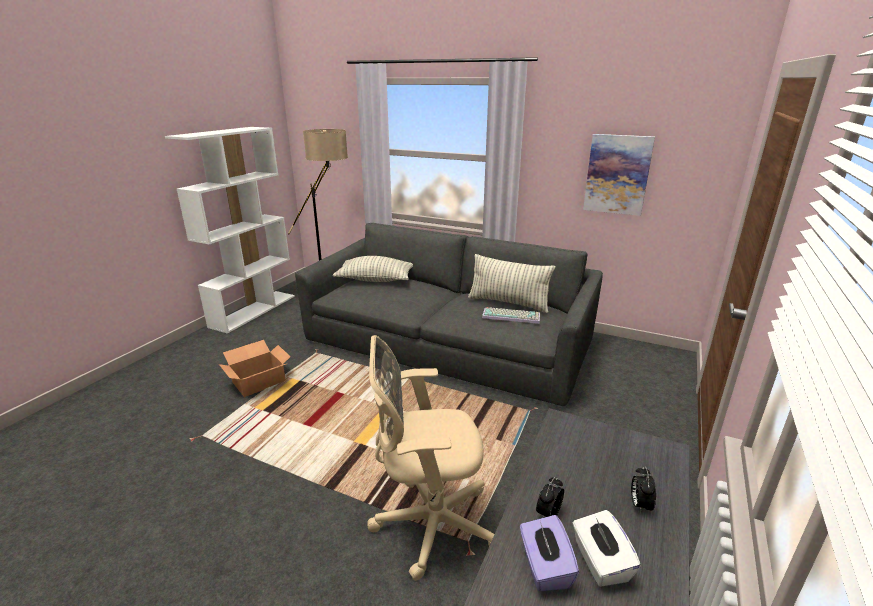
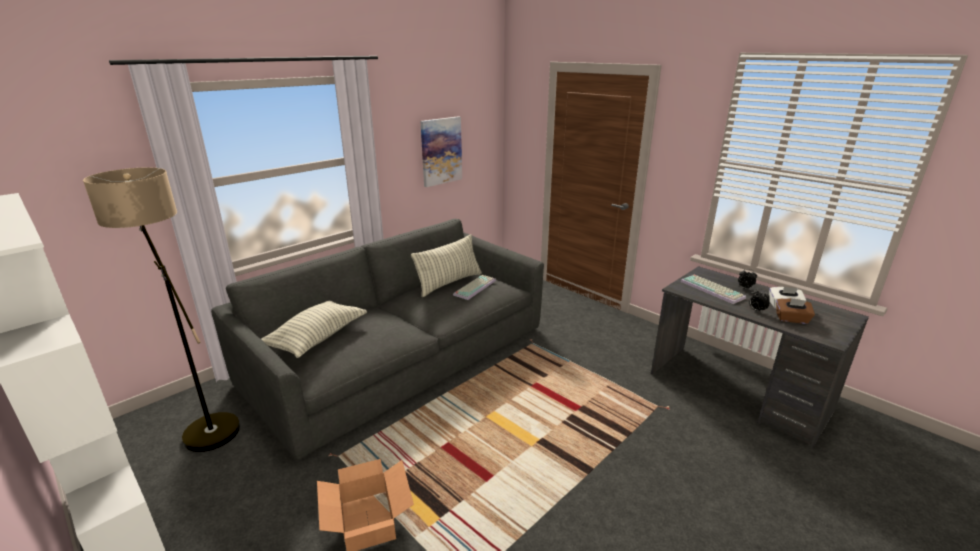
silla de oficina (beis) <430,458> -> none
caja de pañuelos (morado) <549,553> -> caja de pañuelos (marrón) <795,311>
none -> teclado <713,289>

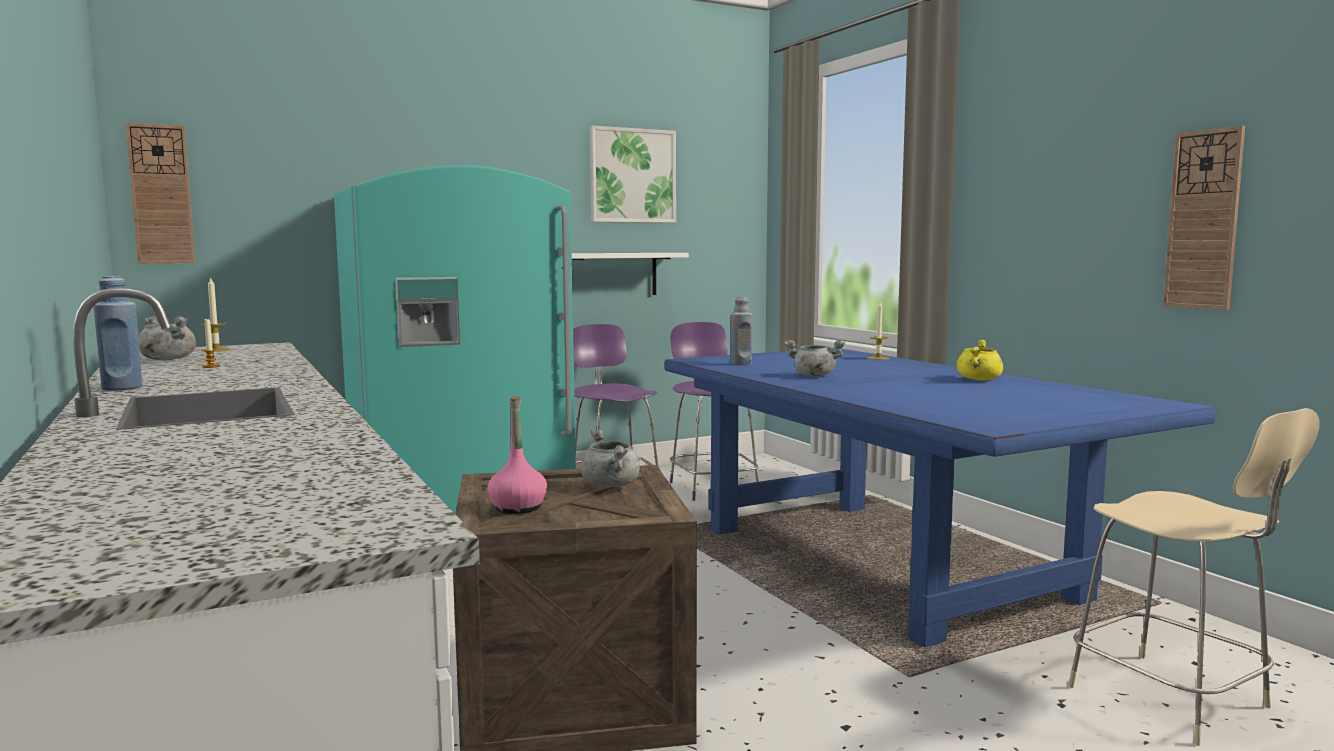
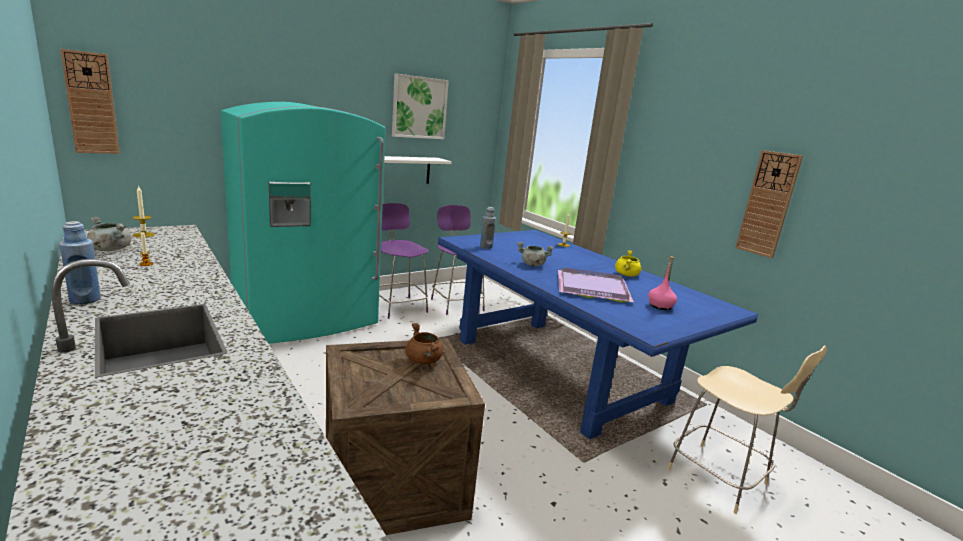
botella (rosa) <517,455> -> botella (rosa) <662,283>, moved
olla (gris) <610,458> -> olla (marrón) <424,343>
none -> bandeja (morado) <596,285>

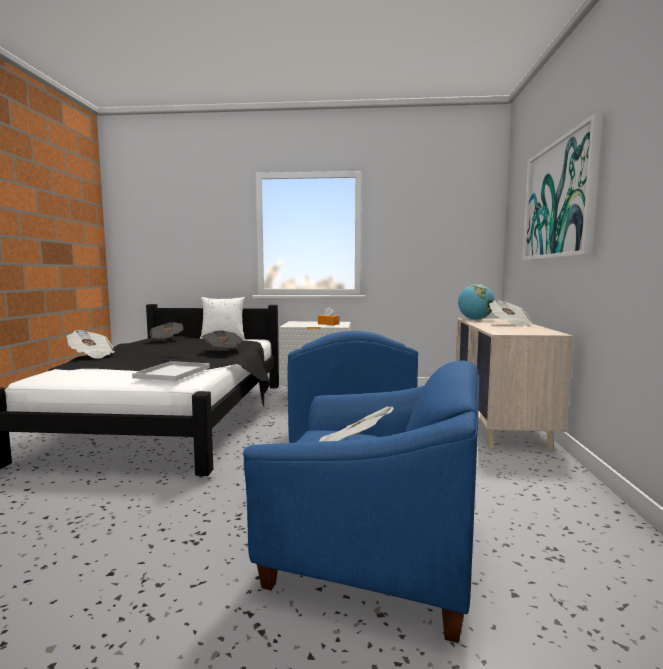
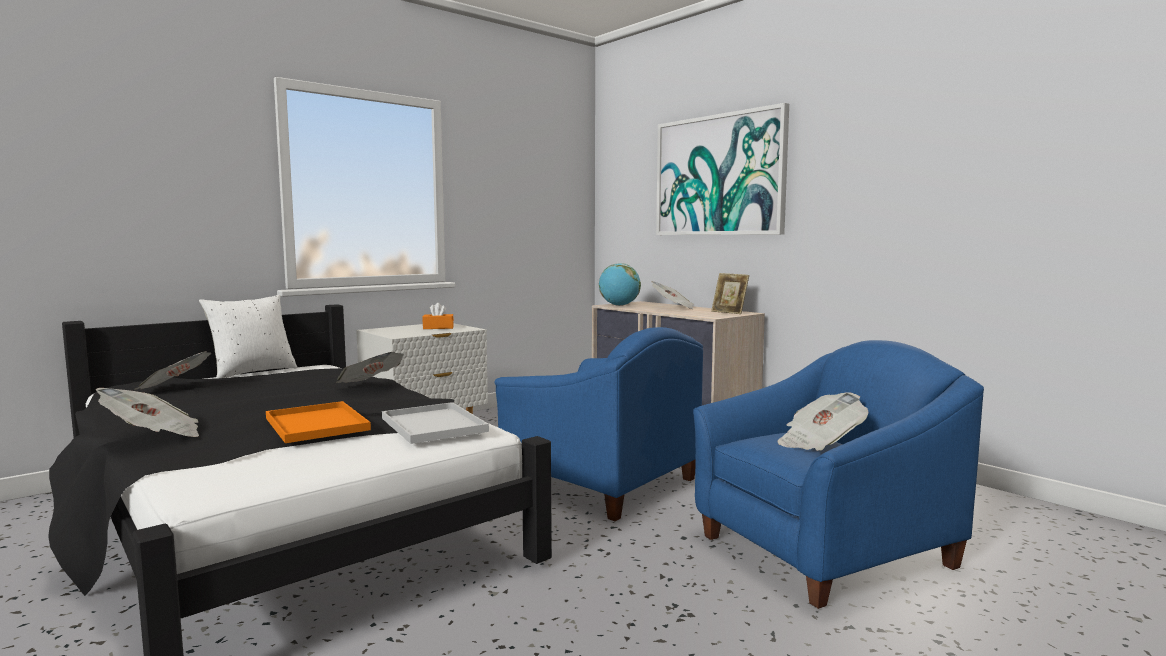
none -> portarretratos <730,293>
none -> bandeja (naranja) <318,422>

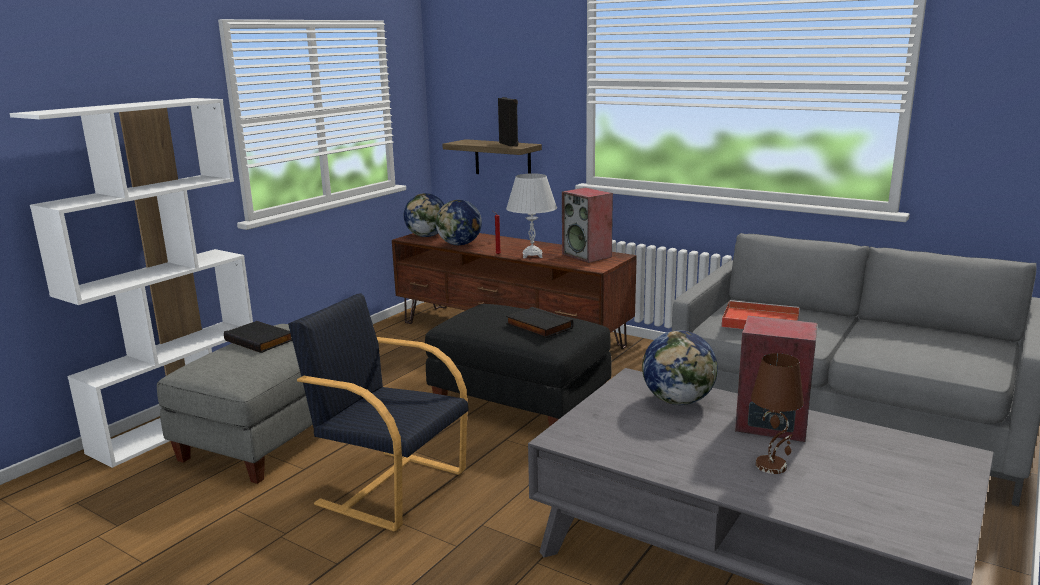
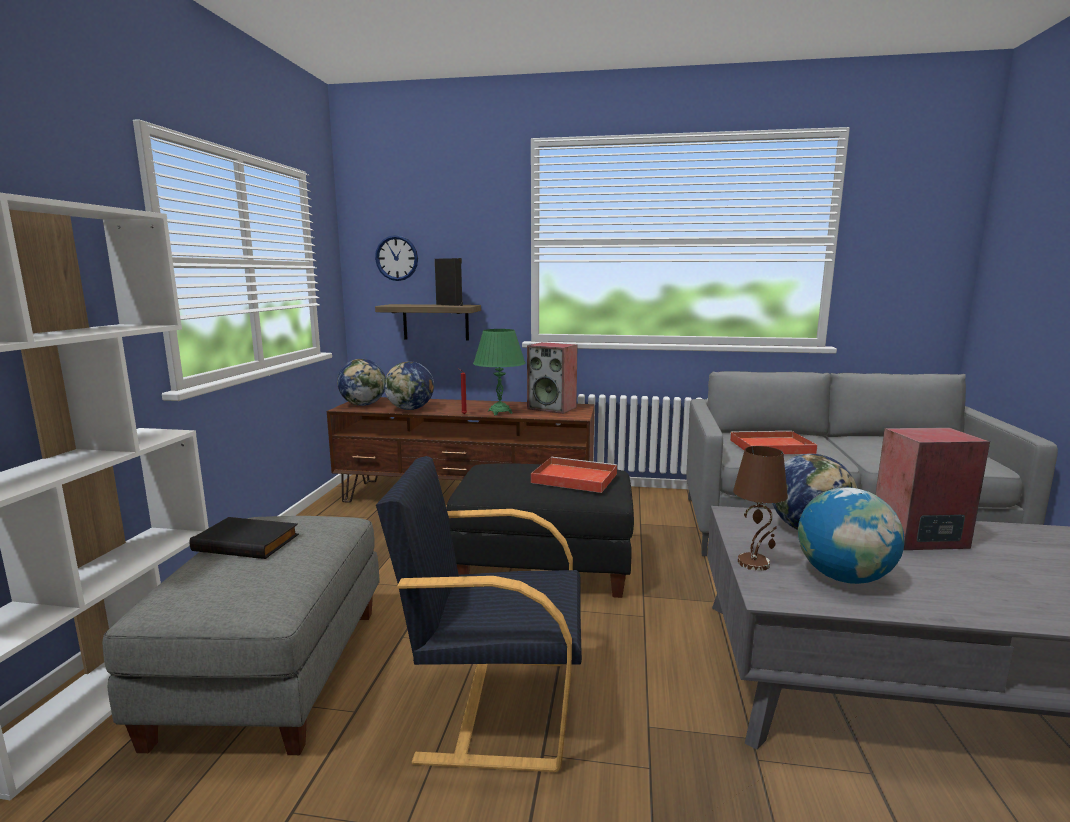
lámpara de mesa (blanco) <531,215> -> lámpara de mesa (verde) <499,372>
libro (negro) <539,322> -> bandeja (rojo) <574,475>
lámpara de mesa (marrón) <777,413> -> lámpara de mesa (marrón) <760,508>, moved
none -> reloj de pared <396,258>
none -> globo terráqueo <851,535>

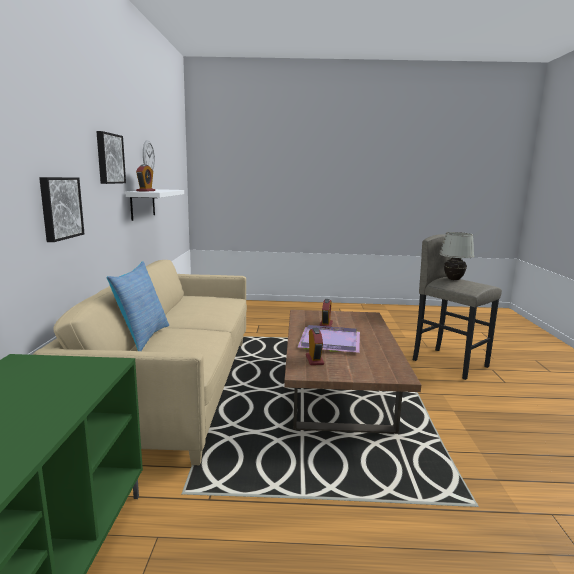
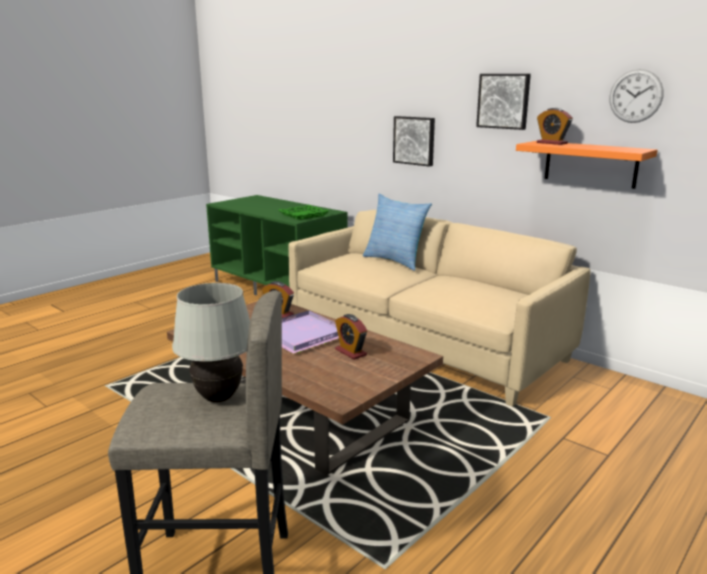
estante (blanco) <155,205> -> estante (naranja) <586,165>
none -> bandeja (verde) <304,212>

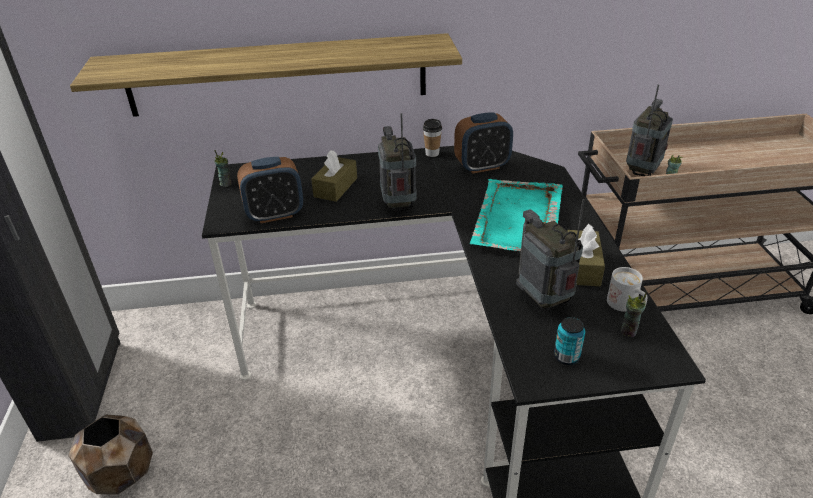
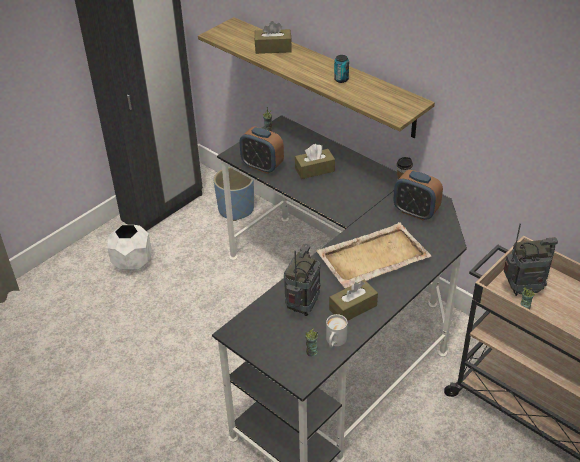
radio <397,162> -> none
bandeja (turquesa) <516,215> -> bandeja (beis) <373,255>
lata <569,341> -> lata <341,69>, moved
maceta (marrón) <111,455> -> maceta (blanco) <129,247>
none -> caja de pañuelos (marrón) <273,37>
none -> maceta (azul) <234,194>

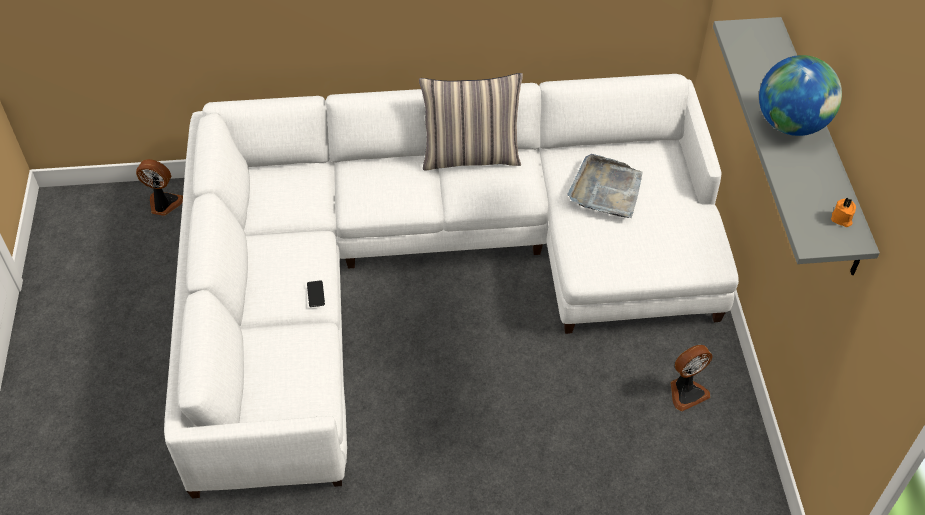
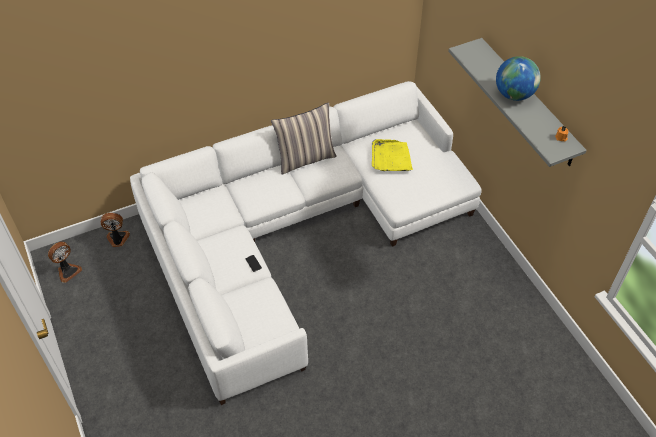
bandeja (gris) <605,186> -> bandeja (amarillo) <392,155>
ventilador <691,378> -> ventilador <65,262>, moved

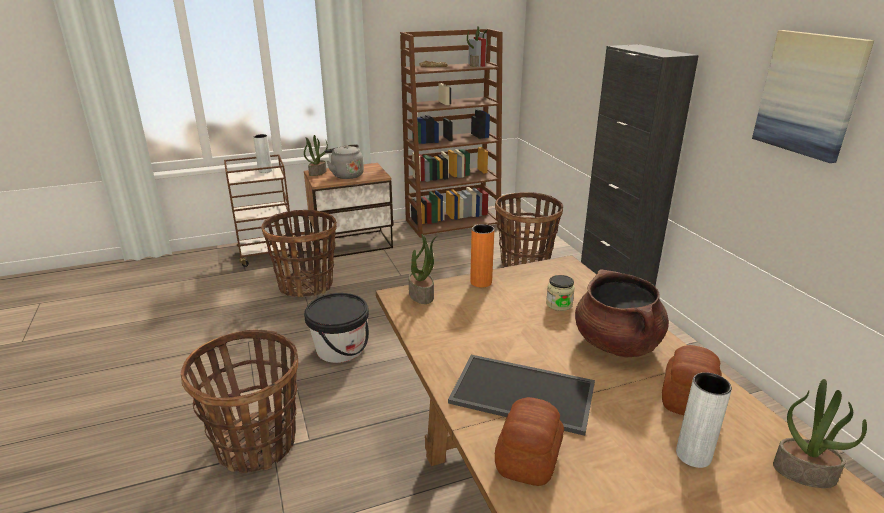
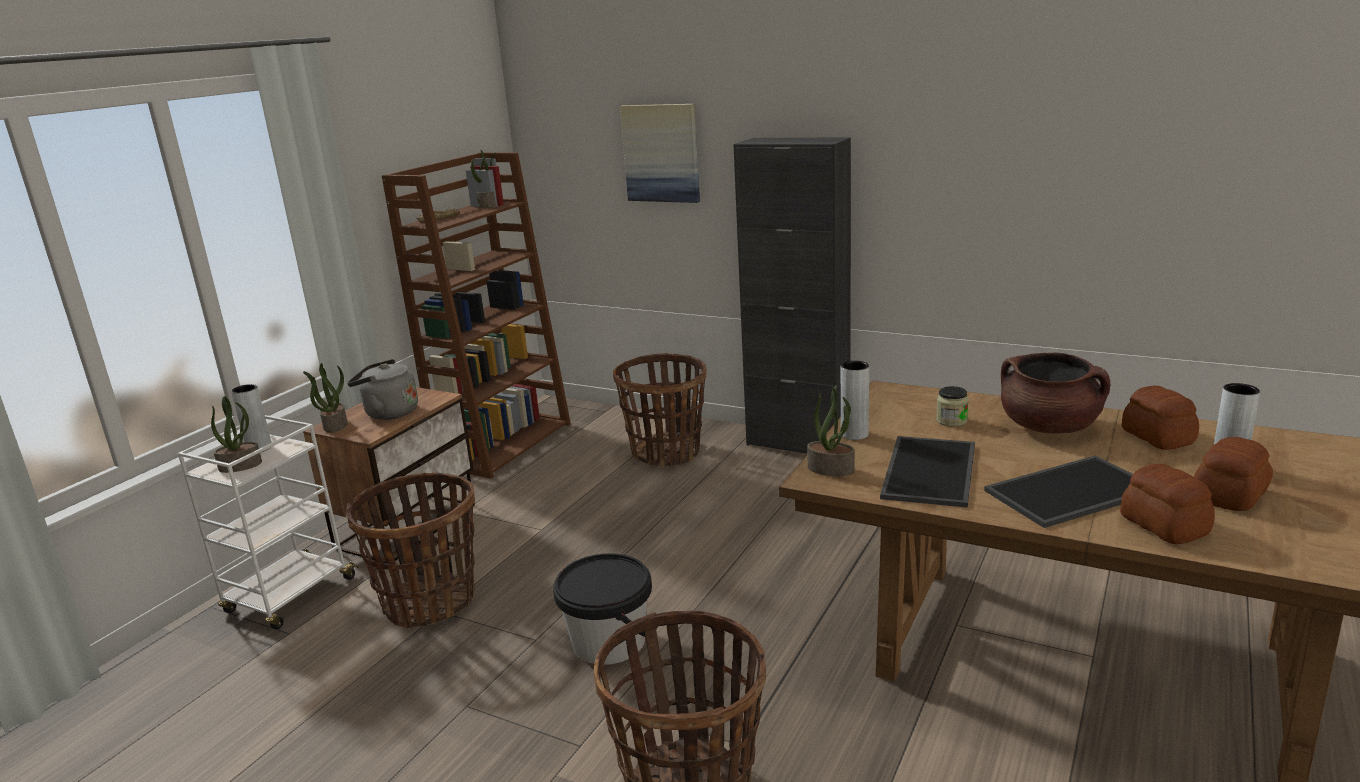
cuadro <813,96> -> cuadro <660,153>, moved
carrito (marrón) <261,210> -> carrito (blanco) <268,522>
florero (naranja) <482,256> -> florero (gris) <855,400>
planta en maceta <820,433> -> planta en maceta <236,434>, moved
none -> bandeja <927,472>
none -> pan <1233,474>

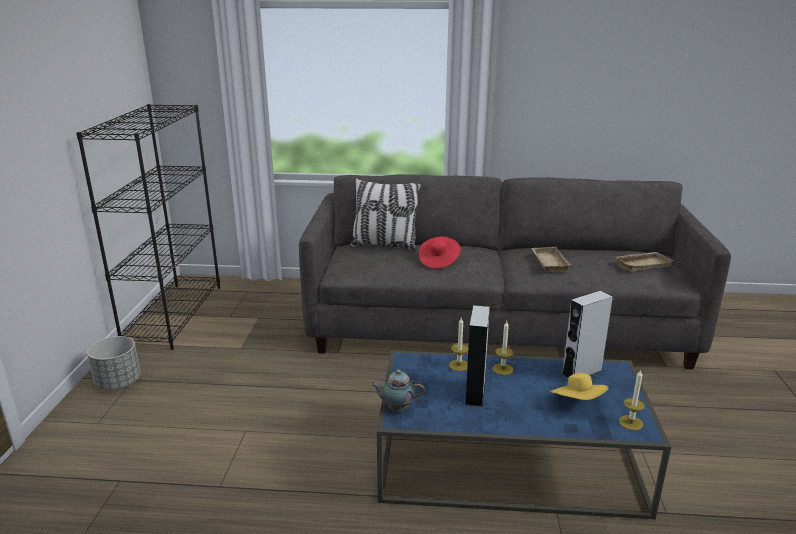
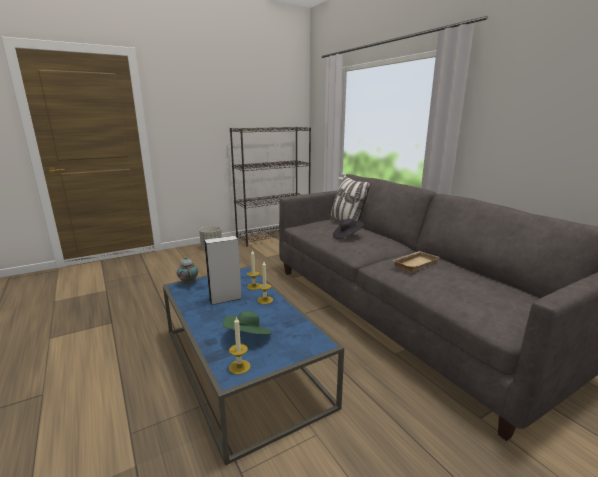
sombrero (rojo) <440,252> -> sombrero (negro) <348,229>
bandeja (beis) <645,262> -> none
altavoz (gris) <587,334> -> none
sombrero (amarillo) <579,386> -> sombrero (verde) <247,322>

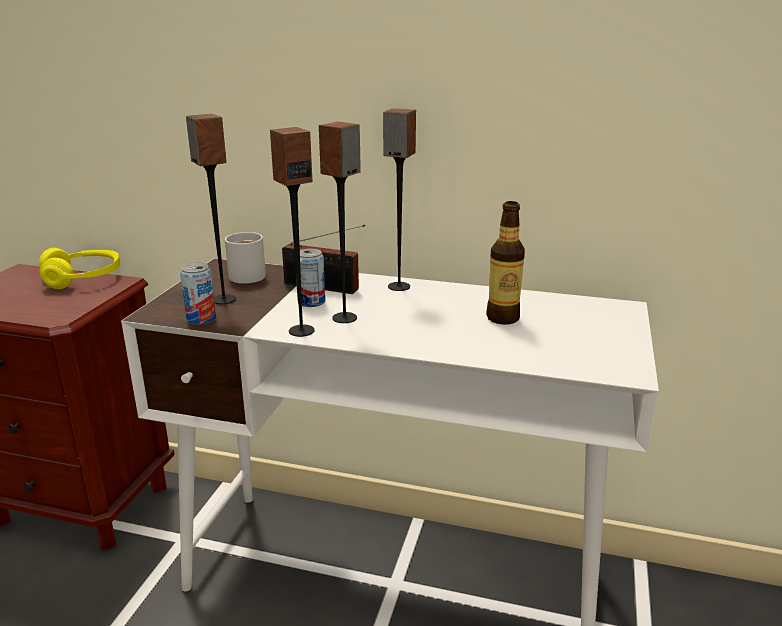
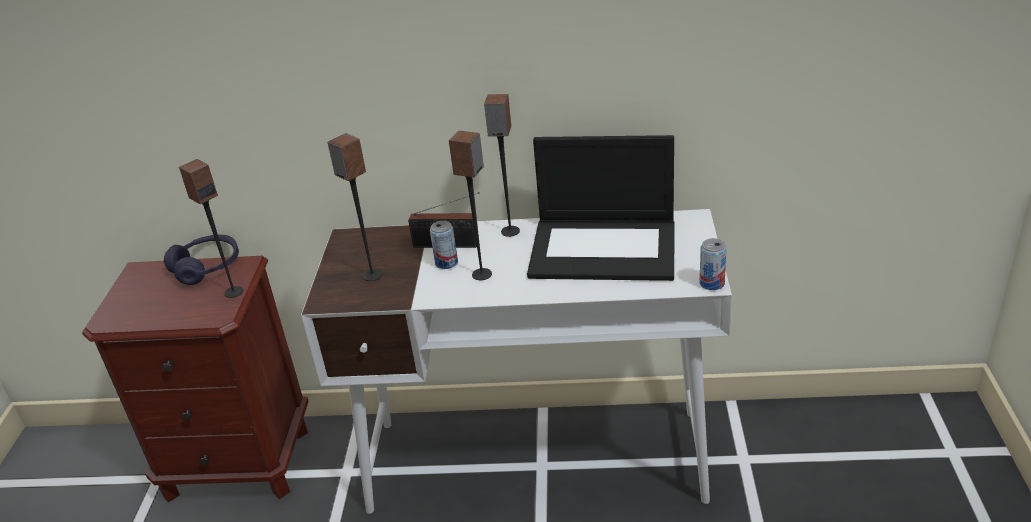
altavoz <292,232> -> altavoz <211,228>, moved
botella <505,263> -> portátil <601,208>
taza grande (blanco) <245,258> -> none
auriculares (amarillo) <79,268> -> auriculares (morado) <201,260>
lata <198,294> -> lata <713,264>, moved

